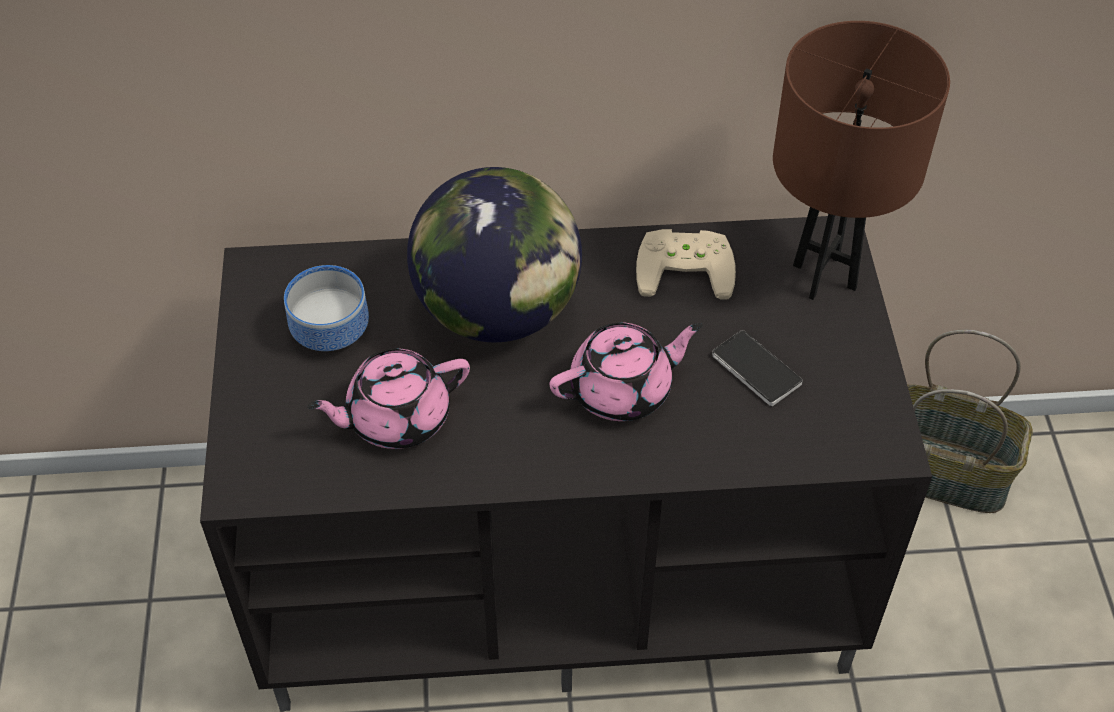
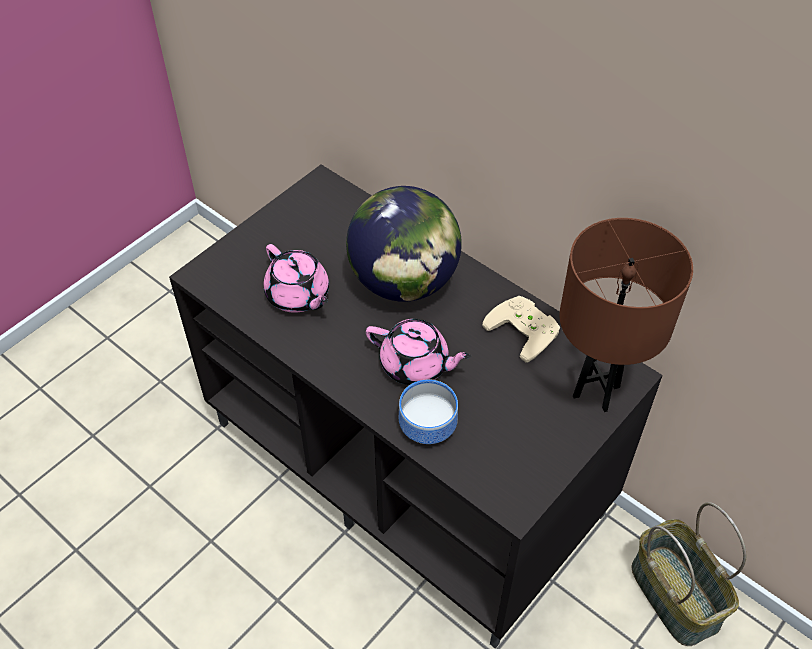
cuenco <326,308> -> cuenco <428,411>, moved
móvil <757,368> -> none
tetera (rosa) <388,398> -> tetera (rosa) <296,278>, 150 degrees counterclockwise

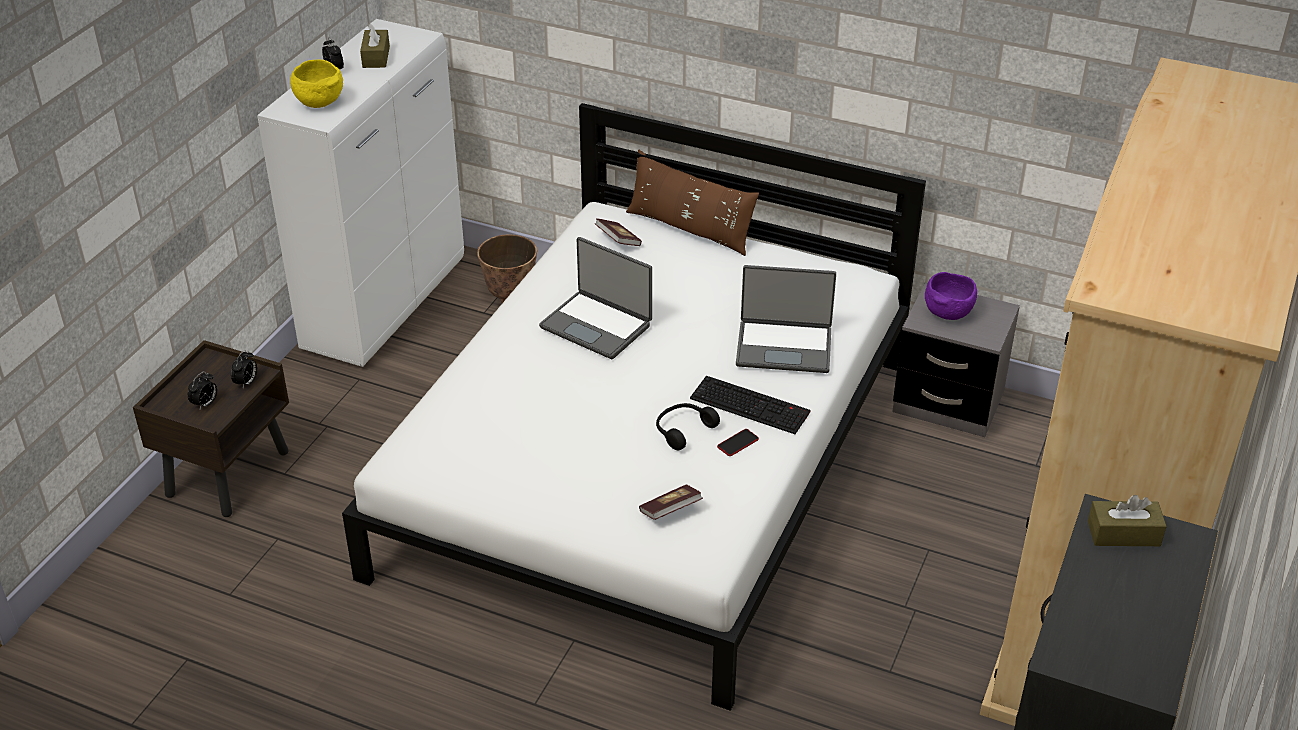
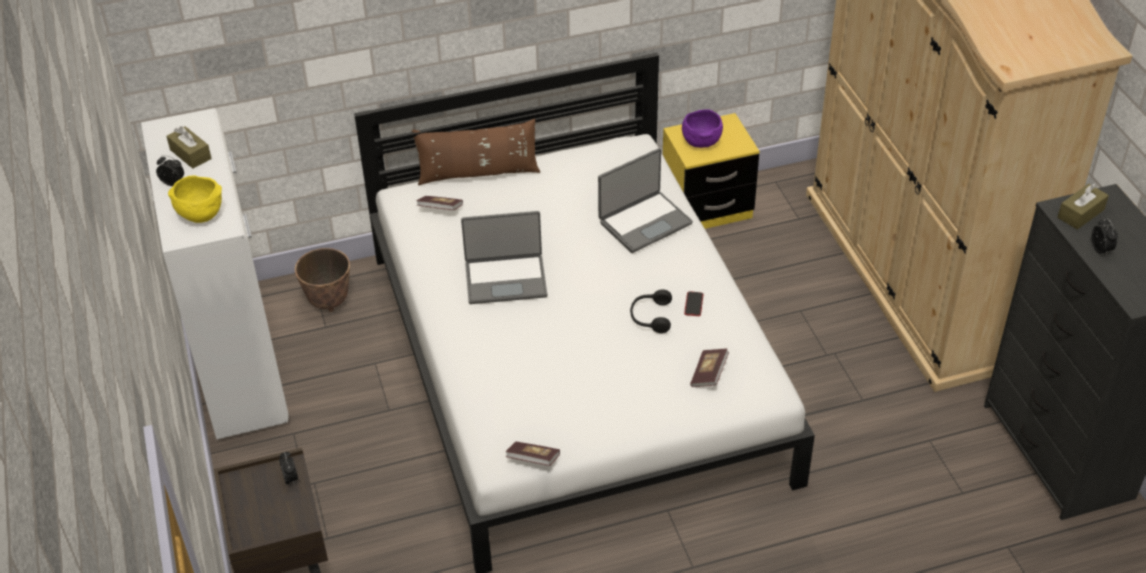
mesita de noche (gris) <956,359> -> mesita de noche (amarillo) <711,171>
despertador <202,390> -> despertador <1105,237>, moved
teclado <750,405> -> none
none -> libro <533,454>

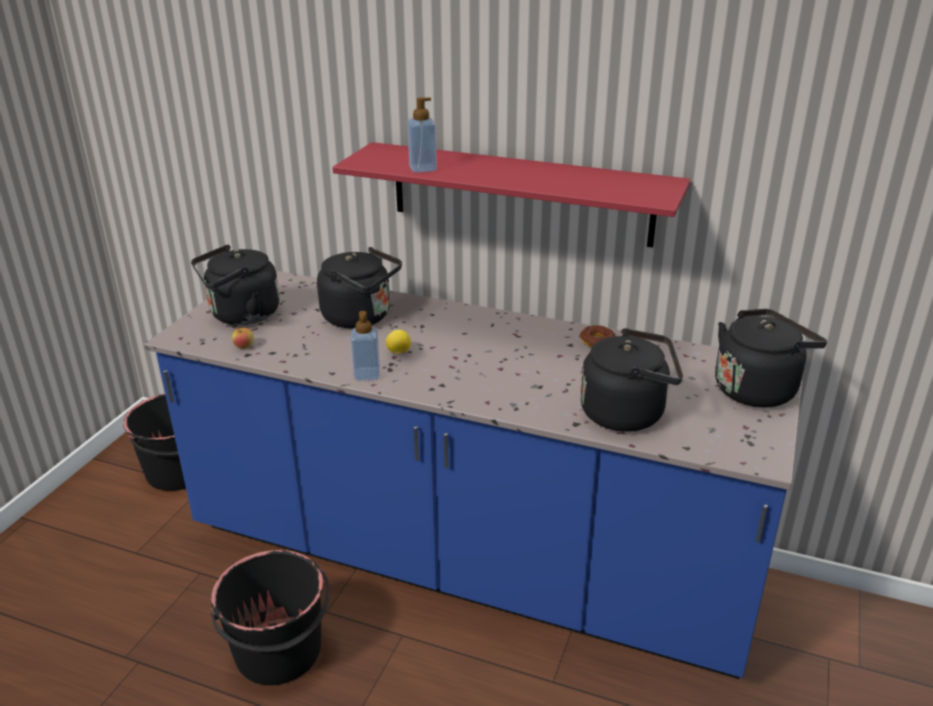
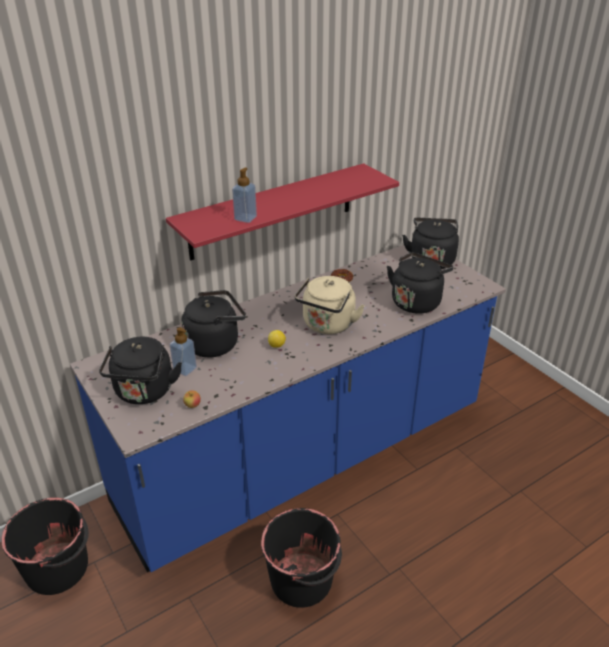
dispensador de jabón <365,346> -> dispensador de jabón <183,351>, moved
none -> hervidor (beis) <330,305>

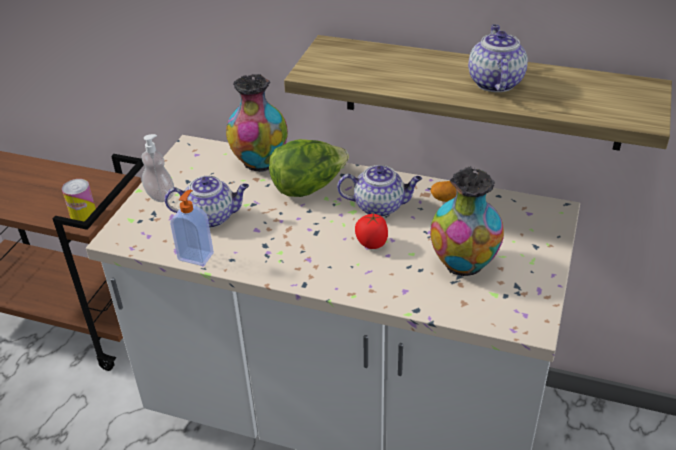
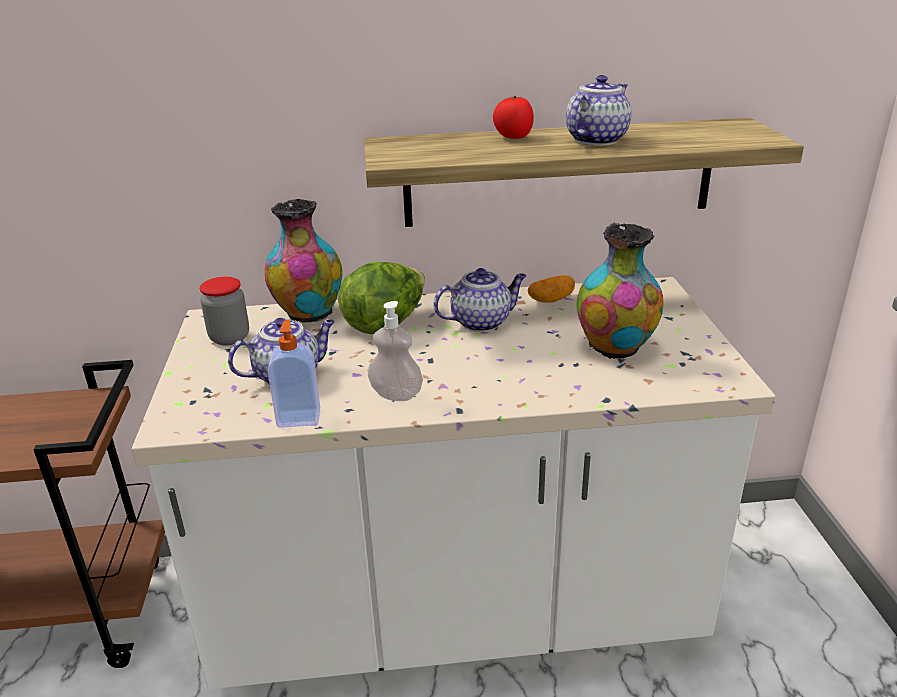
tetera <498,58> -> tetera <599,110>, 60 degrees clockwise
dispensador de jabón <158,168> -> dispensador de jabón <395,351>, moved
lata <79,200> -> none
tomate <371,231> -> tomate <513,117>, moved
none -> tarro <224,311>

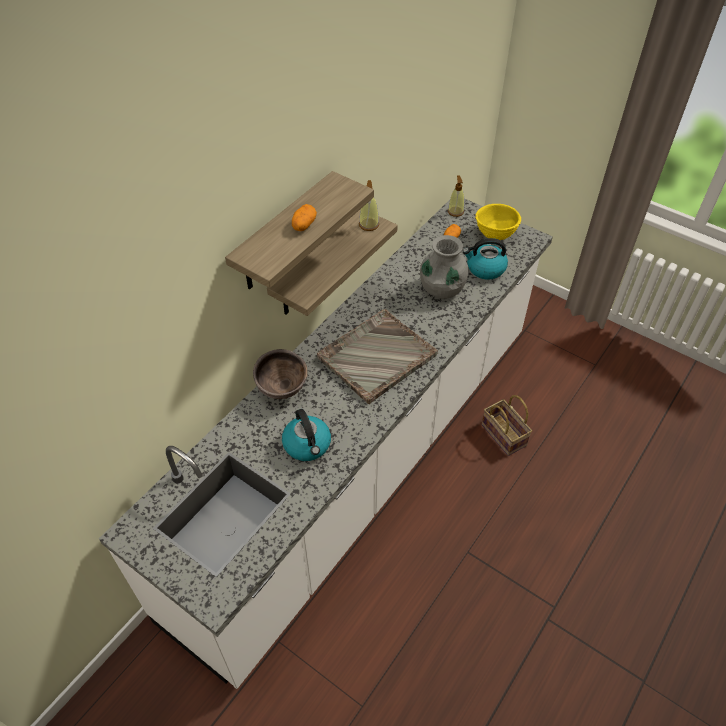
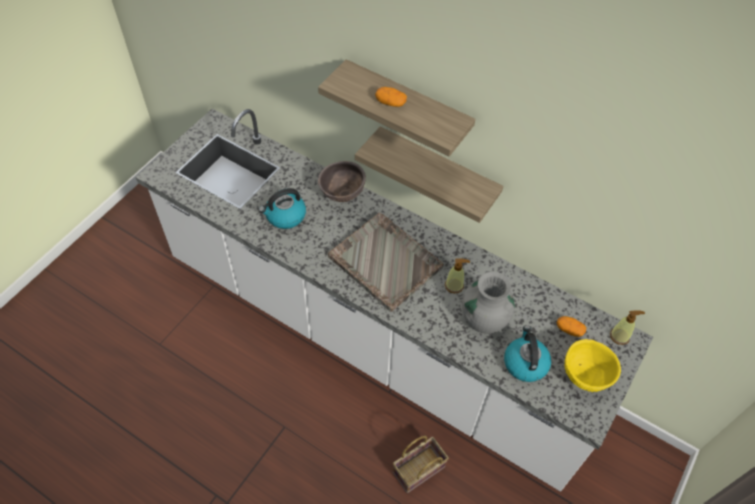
dispensador de jabón <369,205> -> dispensador de jabón <457,275>, moved

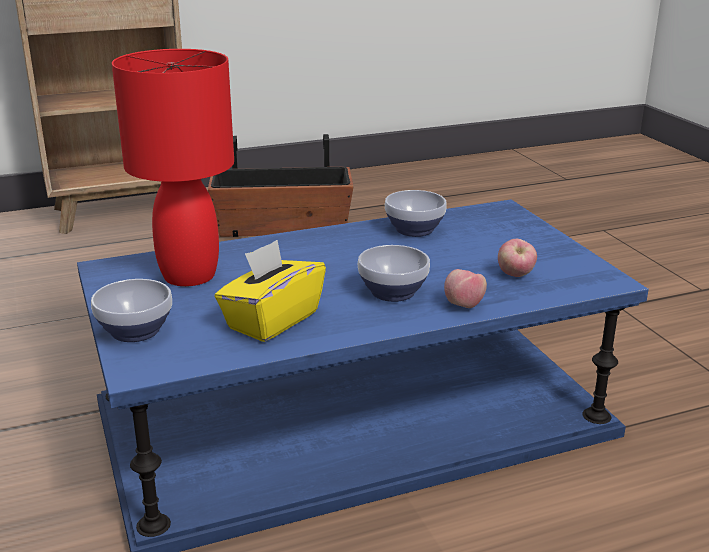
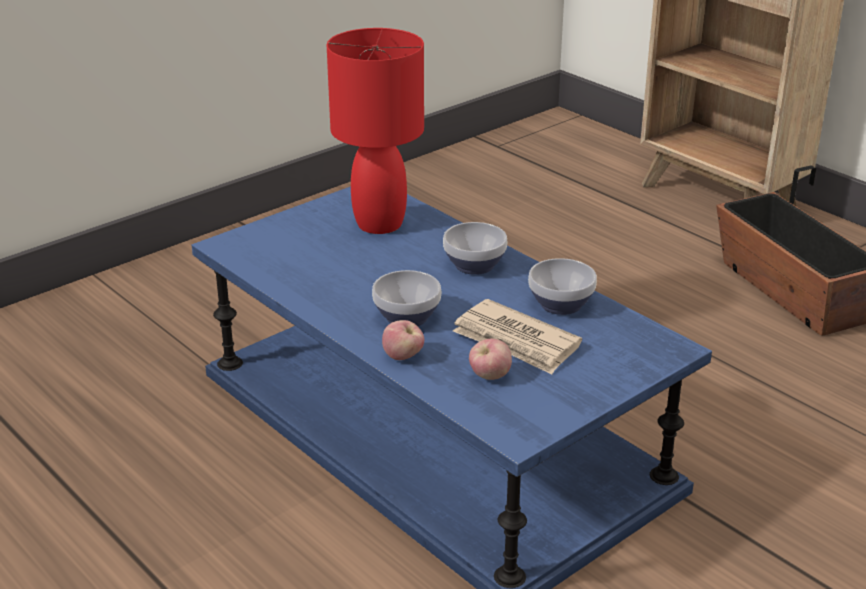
caja de pañuelos (amarillo) <270,291> -> none
cuenco <131,310> -> cuenco <475,248>, moved
none -> periódico <517,337>

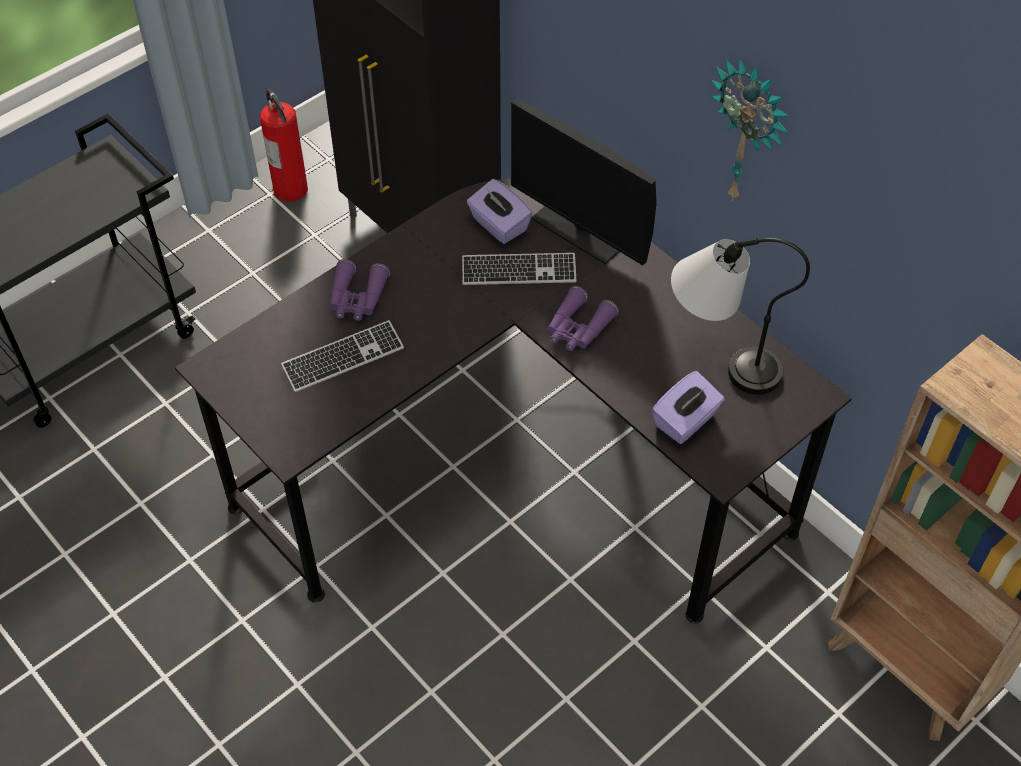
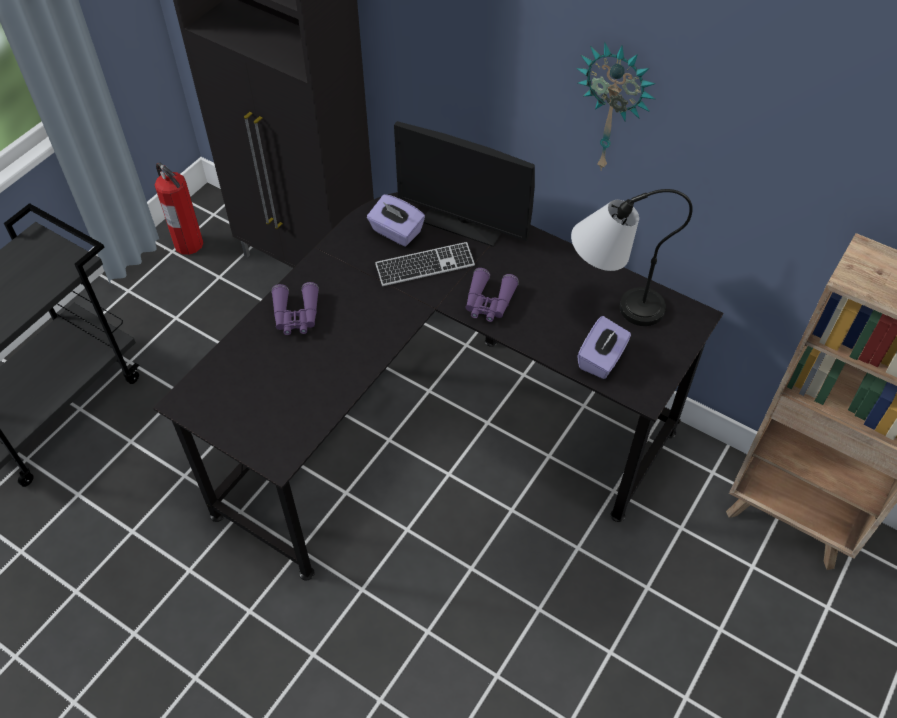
teclado <342,356> -> none

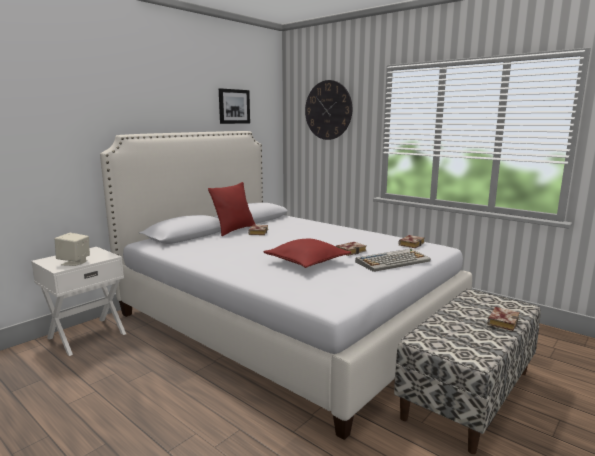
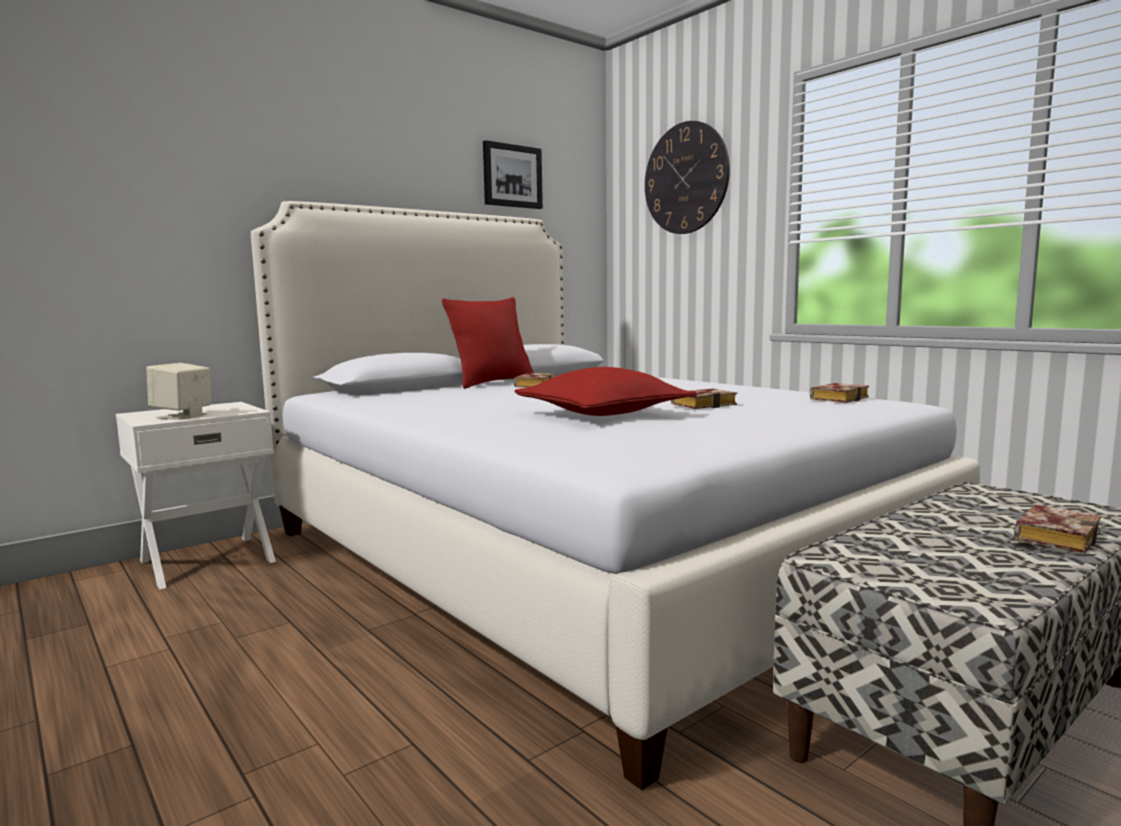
teclado <393,260> -> none

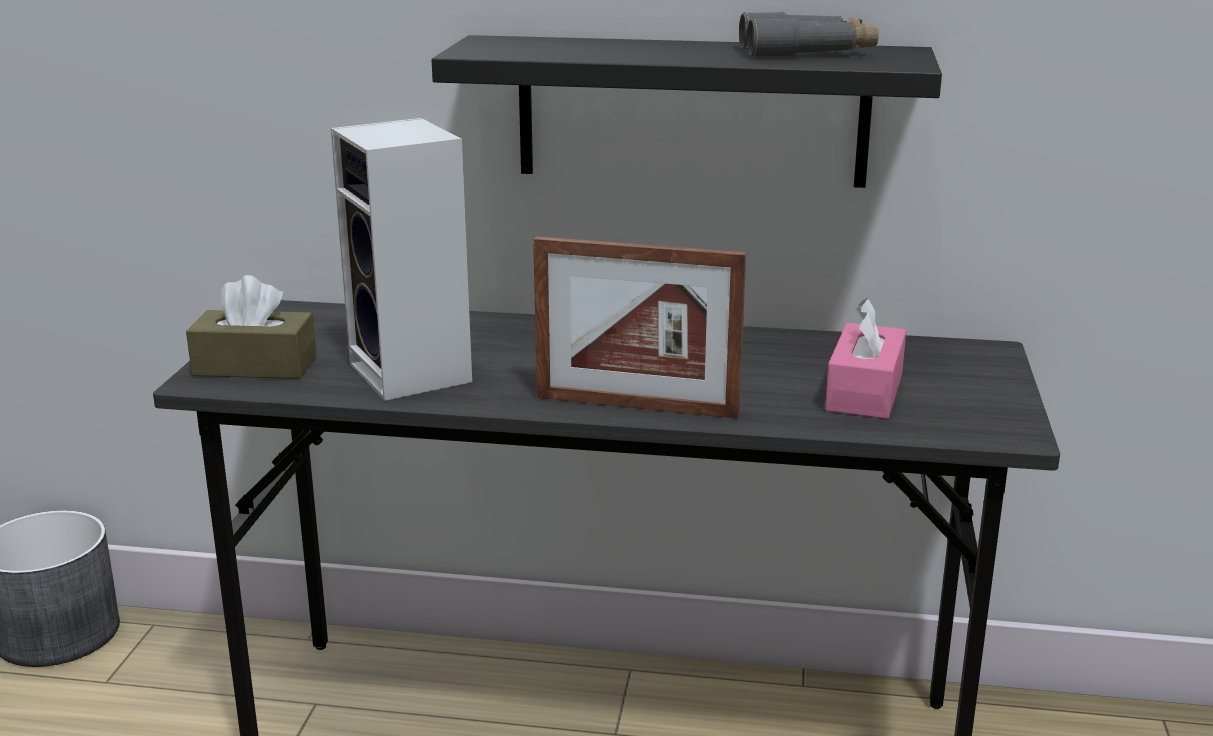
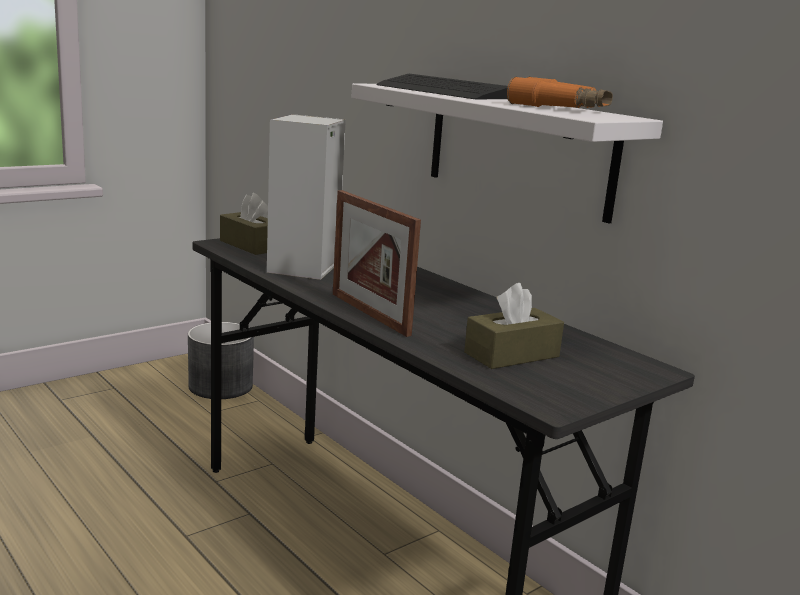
prismáticos (gris) <809,34> -> prismáticos (naranja) <560,92>
estante (negro) <687,111> -> estante (blanco) <507,153>
caja de pañuelos (rosa) <865,358> -> caja de pañuelos (marrón) <514,326>
none -> teclado <442,86>

